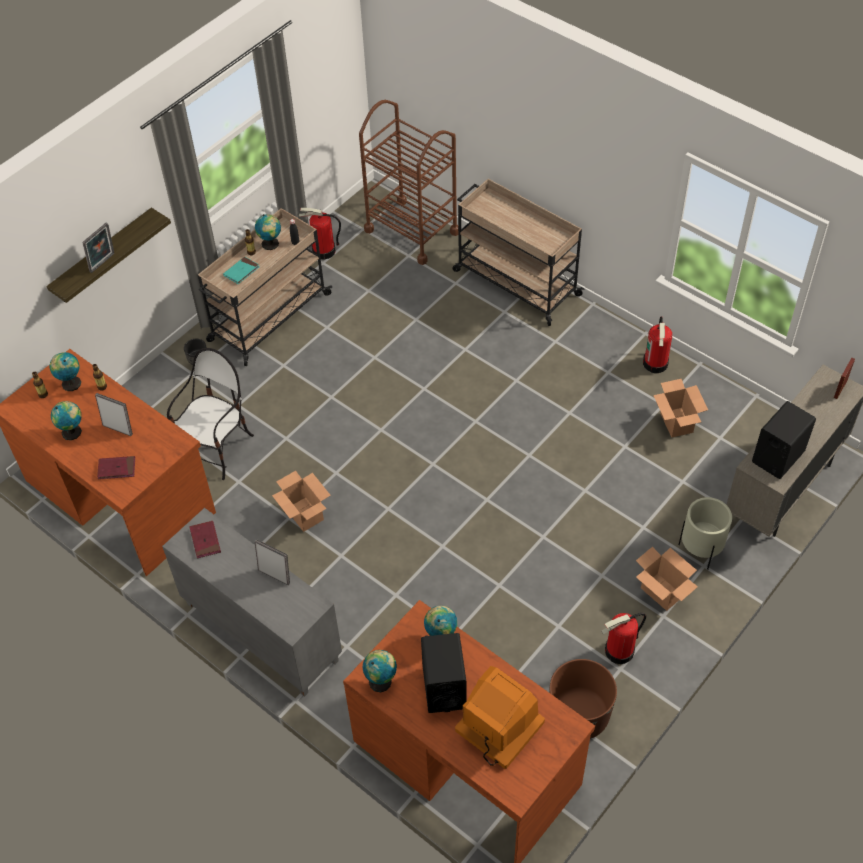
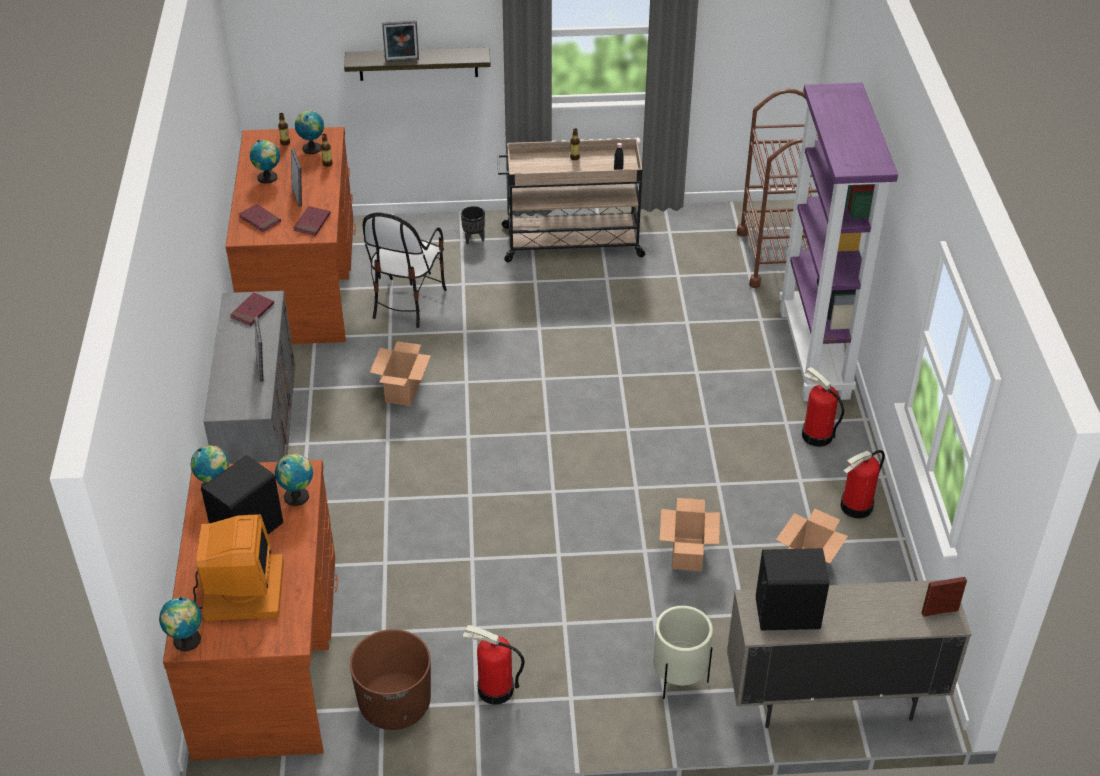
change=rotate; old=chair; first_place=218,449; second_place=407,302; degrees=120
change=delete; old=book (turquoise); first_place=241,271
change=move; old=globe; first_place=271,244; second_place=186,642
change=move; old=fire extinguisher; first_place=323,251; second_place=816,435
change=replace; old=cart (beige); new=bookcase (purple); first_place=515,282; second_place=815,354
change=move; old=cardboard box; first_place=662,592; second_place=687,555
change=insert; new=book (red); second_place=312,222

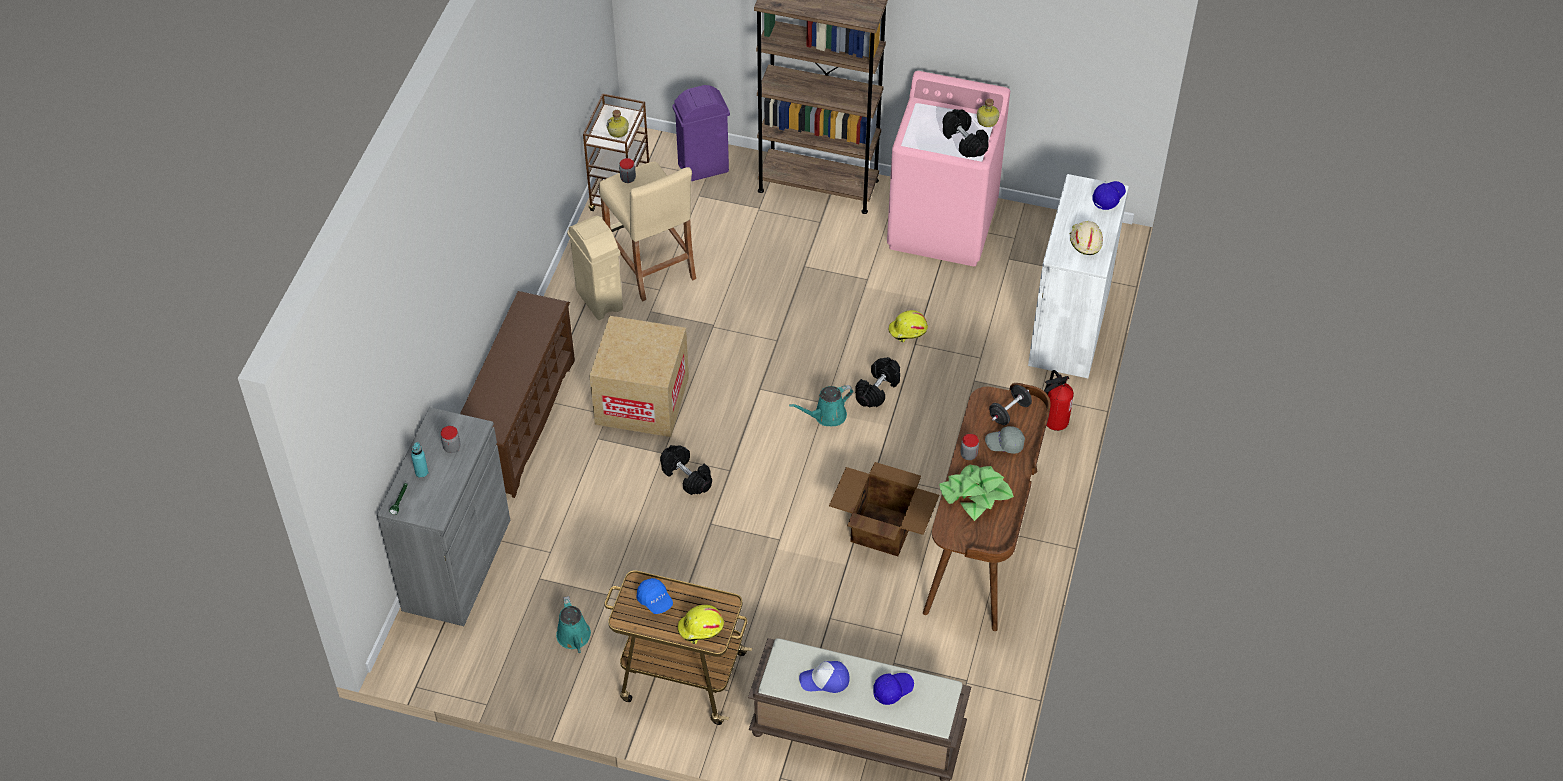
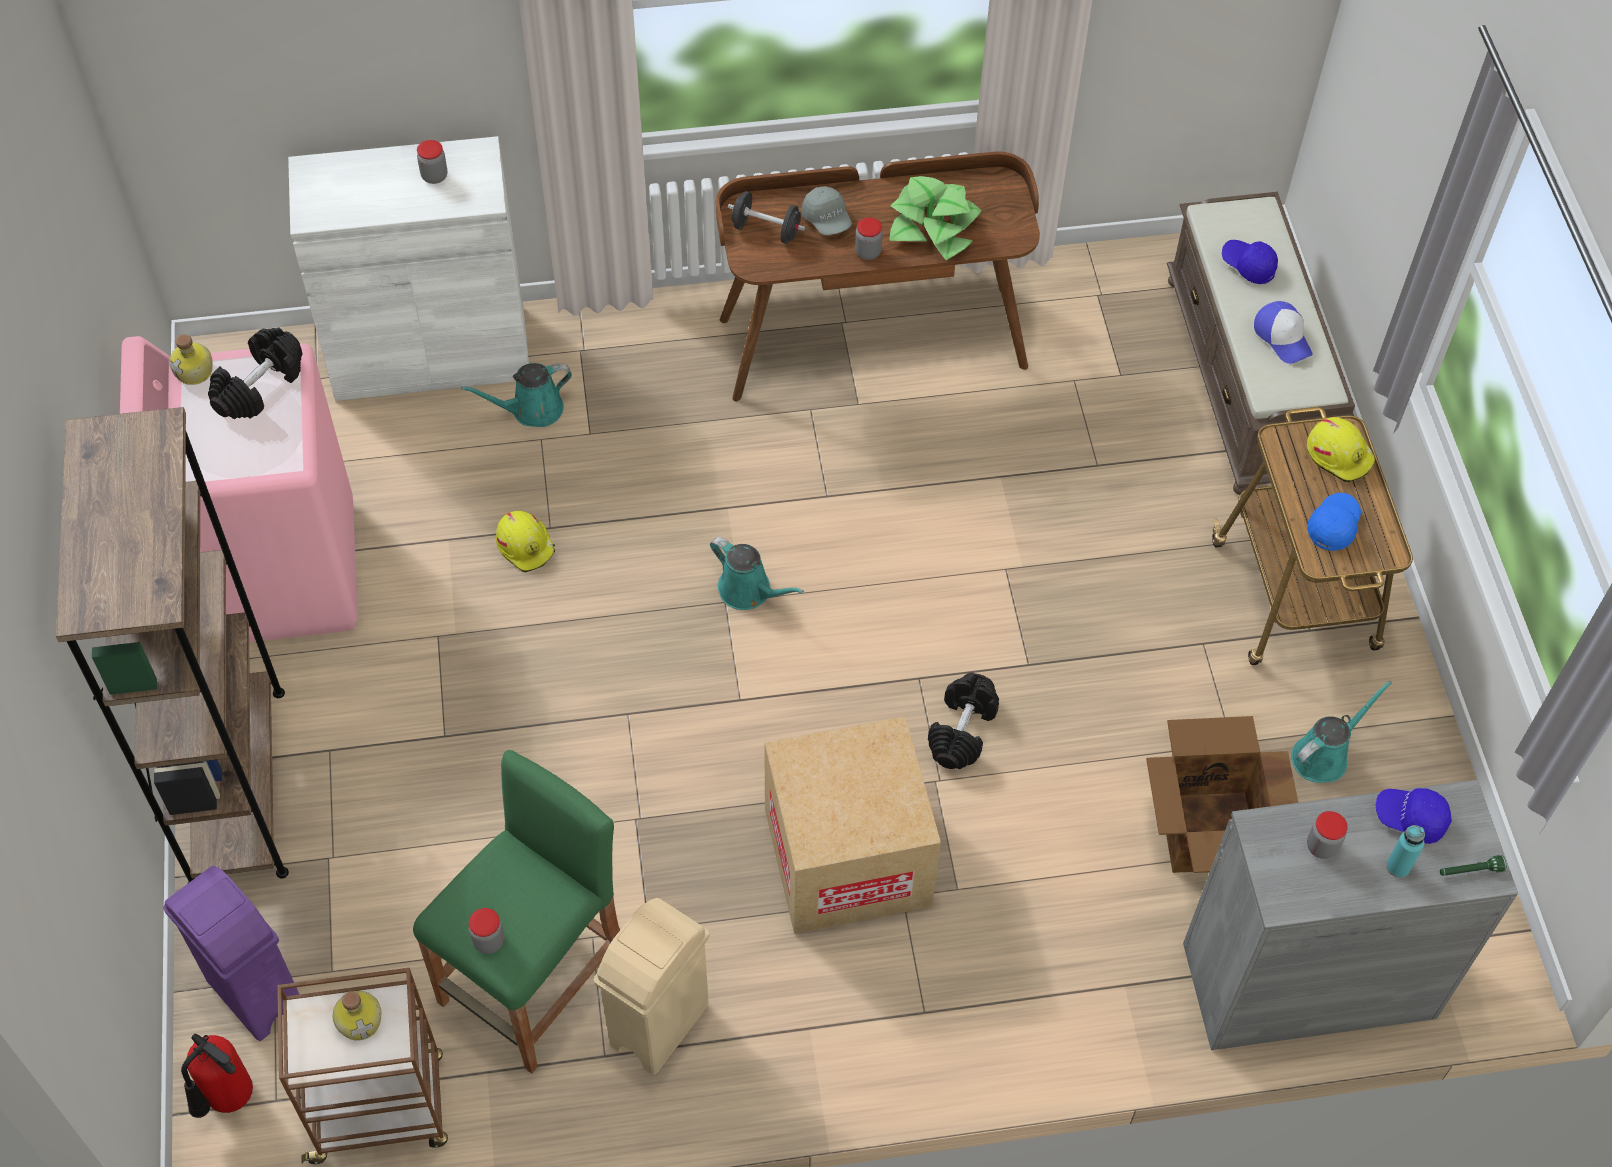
change=delete; old=shoe rack (brown); first_place=519,421
change=recolor; old=stool (beige); new=stool (green); first_place=650,264; second_place=536,979
change=move; old=cardboard box; first_place=881,528; second_place=1209,833
change=delete; old=dumbbell (black); first_place=877,390
change=move; old=fire extinguisher; first_place=1052,421; second_place=227,1101
change=replace; old=hard hat (beige); new=jar; first_place=1085,241; second_place=434,176
change=move; old=cap (blue); first_place=1108,198; second_place=1410,818
change=insert; new=watering can (turquoise); second_place=532,410

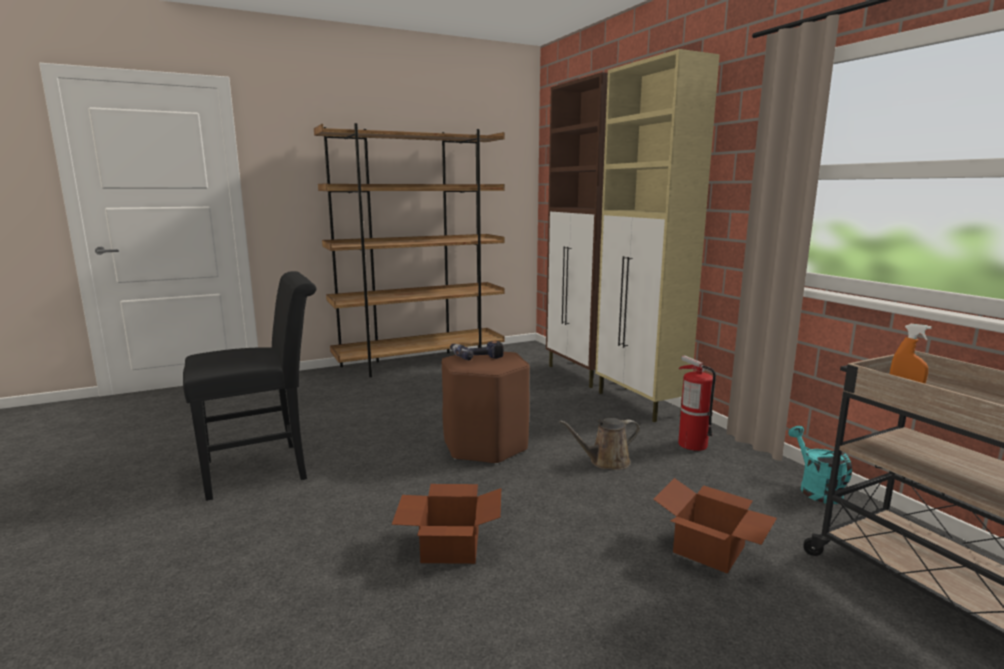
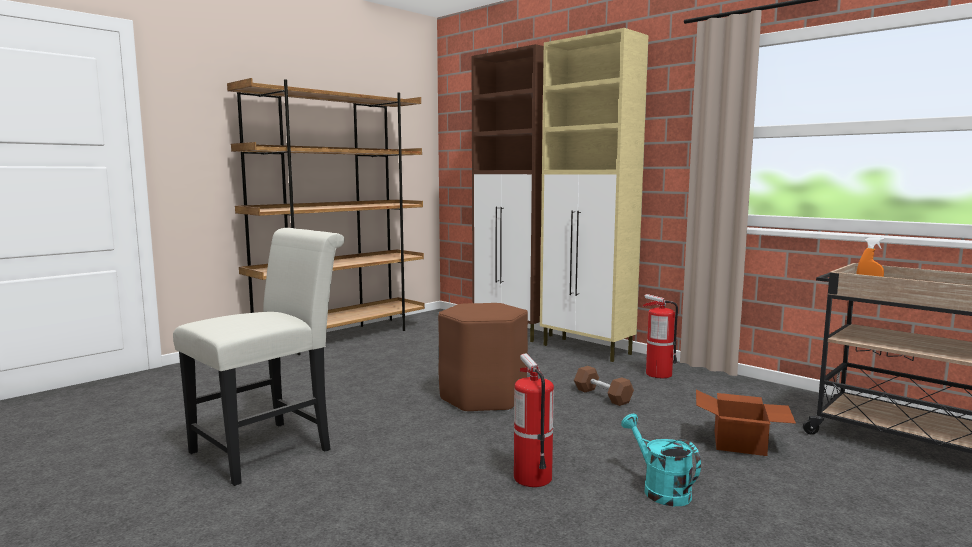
change=recolor; old=chair (black); new=chair (white); first_place=264,468; second_place=270,448
change=replace; old=cardboard box; new=fire extinguisher; first_place=448,545; second_place=532,477
change=delete; old=power drill; first_place=476,357
change=replace; old=watering can (brown); new=dumbbell (brown); first_place=606,462; second_place=602,396
change=move; old=watering can (turquoise); first_place=815,489; second_place=660,489

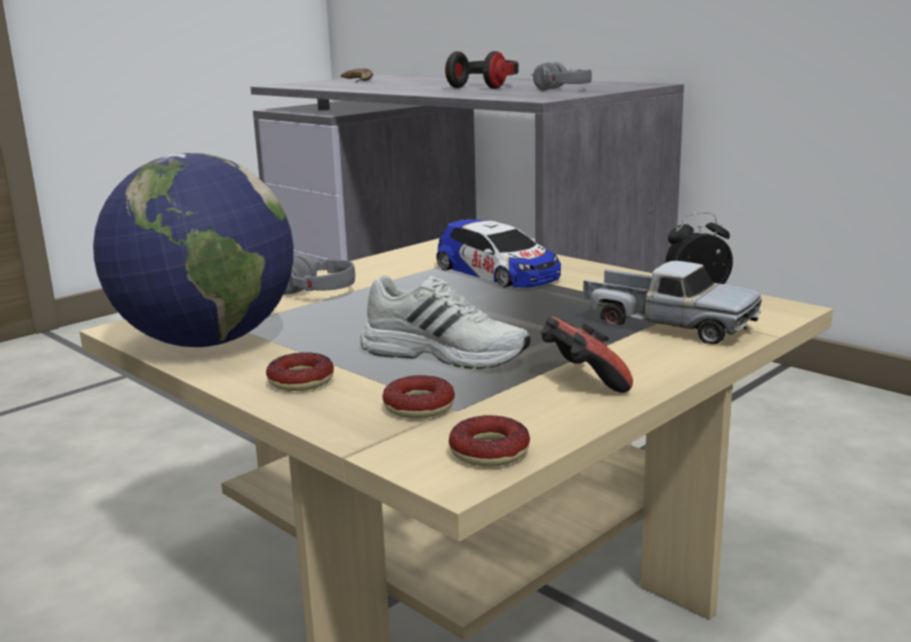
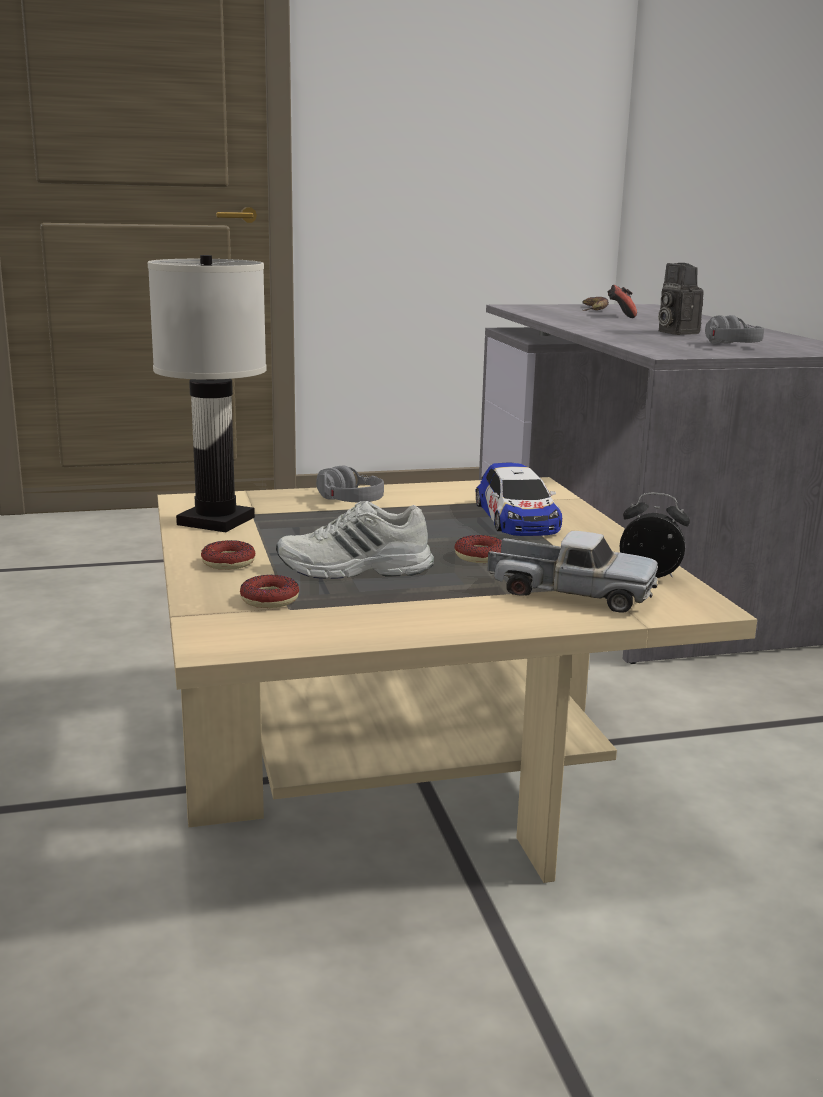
change=replace; old=globe; new=table lamp (white); first_place=206,341; second_place=217,521
change=rotate; old=shoe (white); first_place=446,353; second_place=355,569; degrees=120
change=replace; old=headphones; new=photo camera; first_place=485,87; second_place=675,332
change=move; old=donut; first_place=489,451; second_place=480,556
change=move; old=game controller; first_place=582,381; second_place=620,315
change=rotate; old=toy truck; first_place=667,324; second_place=570,592; degrees=-45

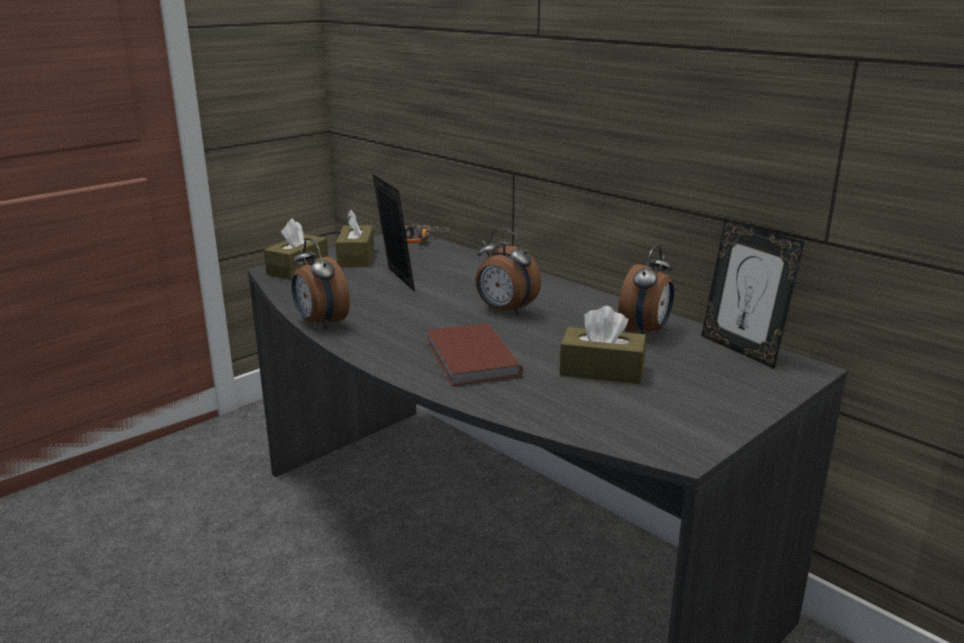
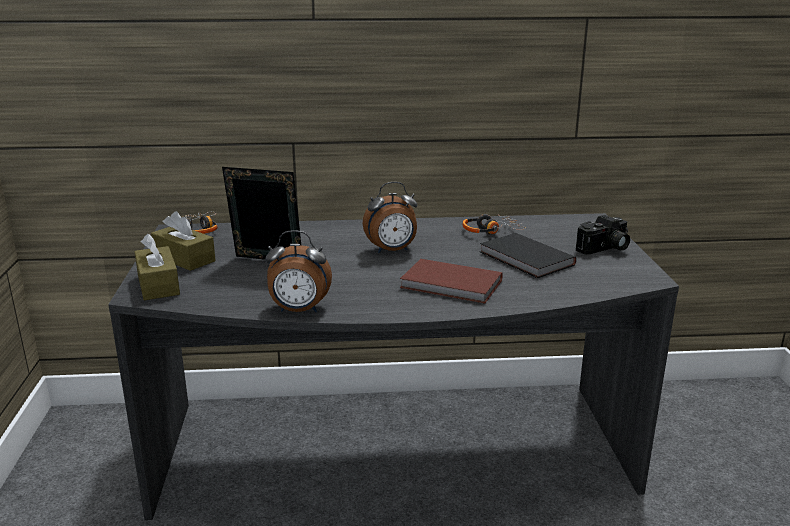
change=replace; old=tissue box (brown); new=book (black); first_place=601,370; second_place=525,259
change=replace; old=alarm clock; new=headphones; first_place=645,332; second_place=491,231
change=delete; old=picture frame; first_place=741,349
change=insert; new=photo camera; second_place=605,249

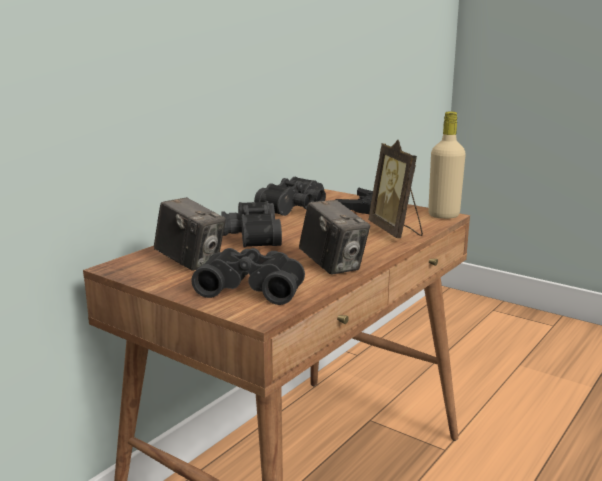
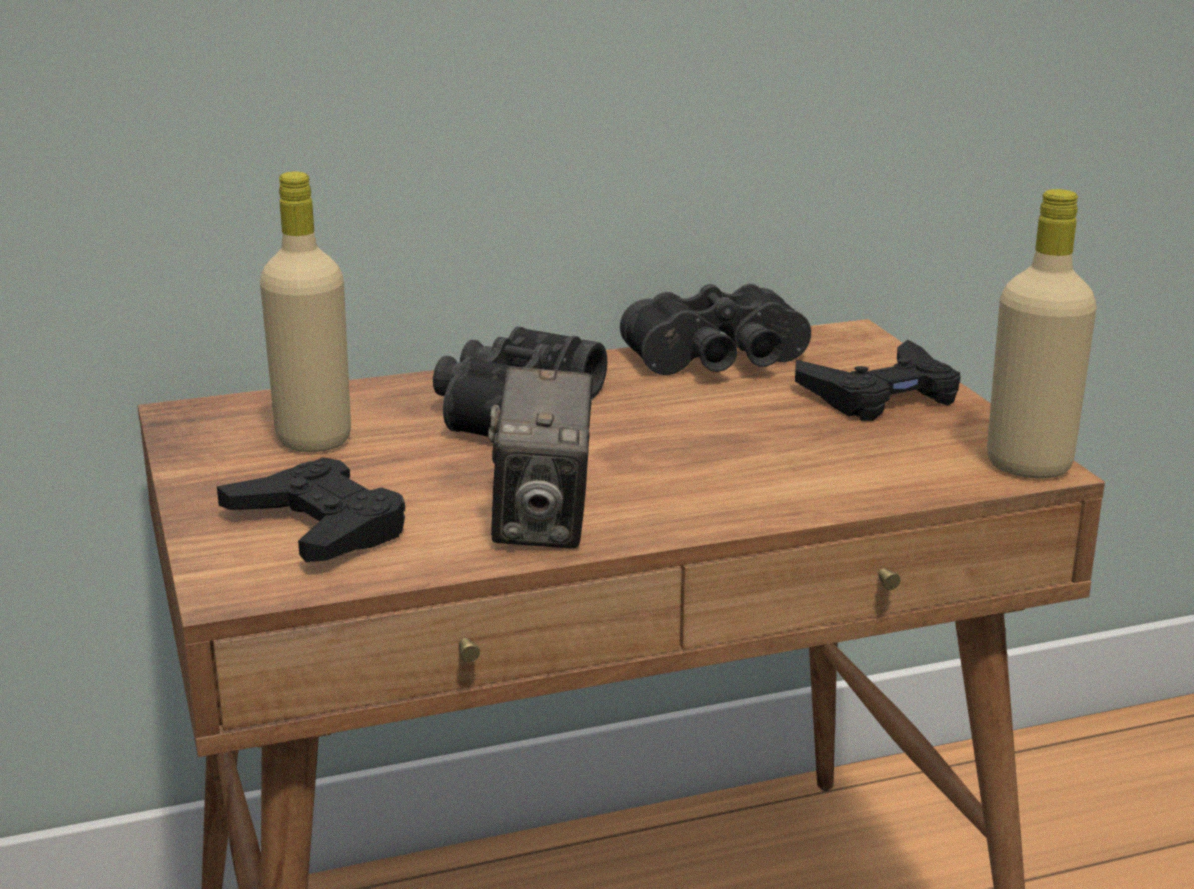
change=replace; old=photo camera; new=bottle (beige); first_place=191,262; second_place=314,439
change=replace; old=binoculars (black); new=game controller (black); first_place=252,288; second_place=319,527
change=delete; old=picture frame; first_place=396,231

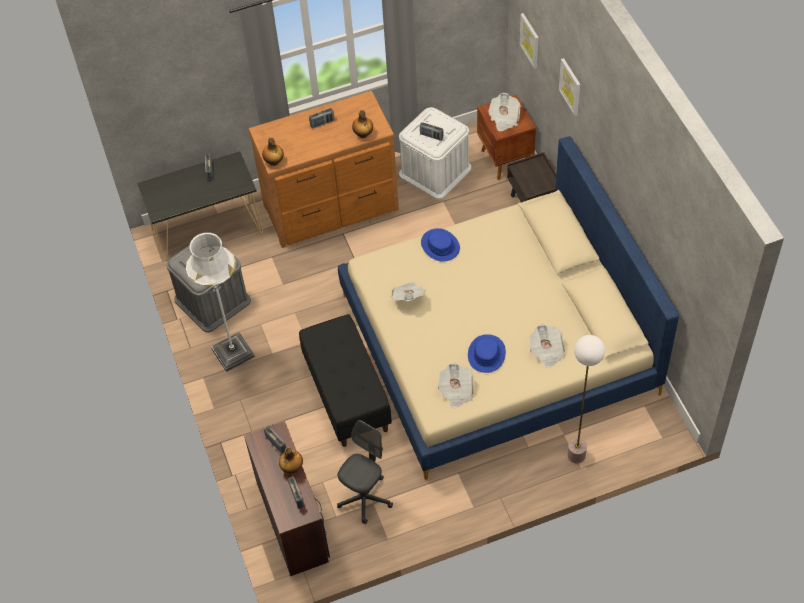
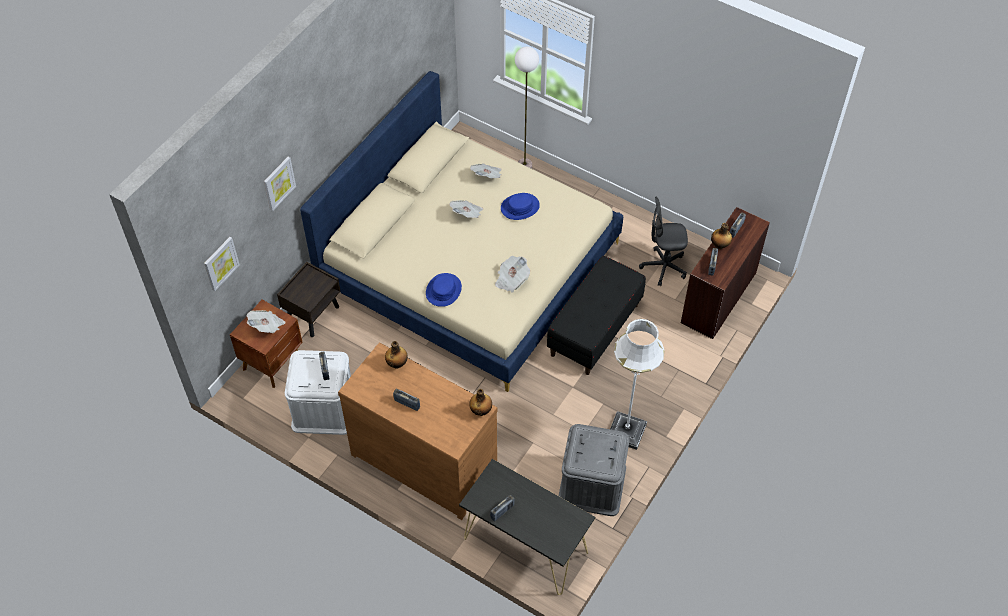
change=move; old=newspaper; first_place=456,391; second_place=467,214

